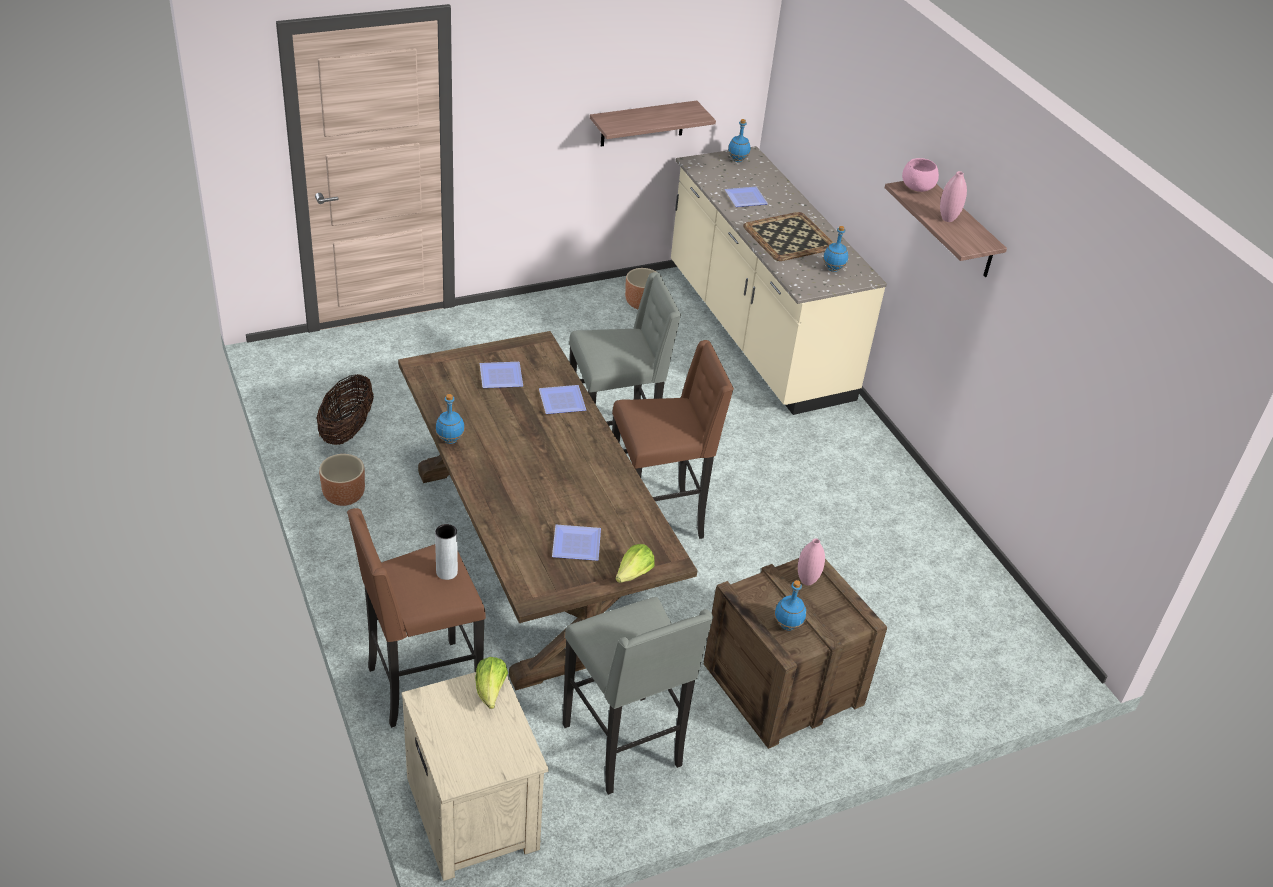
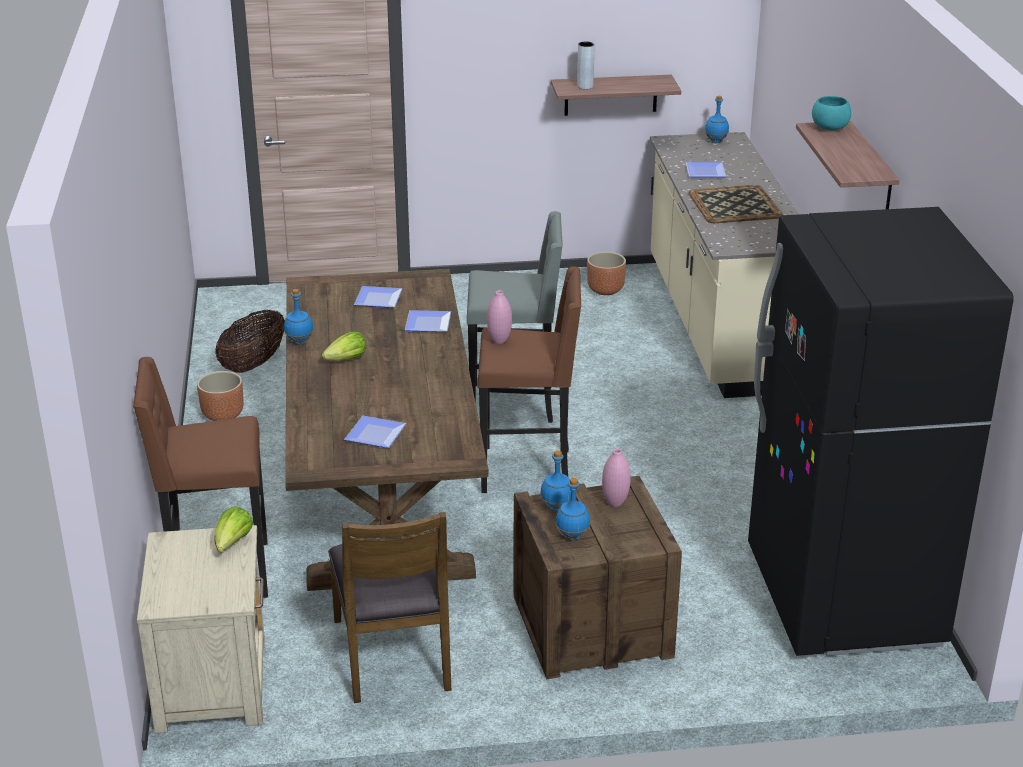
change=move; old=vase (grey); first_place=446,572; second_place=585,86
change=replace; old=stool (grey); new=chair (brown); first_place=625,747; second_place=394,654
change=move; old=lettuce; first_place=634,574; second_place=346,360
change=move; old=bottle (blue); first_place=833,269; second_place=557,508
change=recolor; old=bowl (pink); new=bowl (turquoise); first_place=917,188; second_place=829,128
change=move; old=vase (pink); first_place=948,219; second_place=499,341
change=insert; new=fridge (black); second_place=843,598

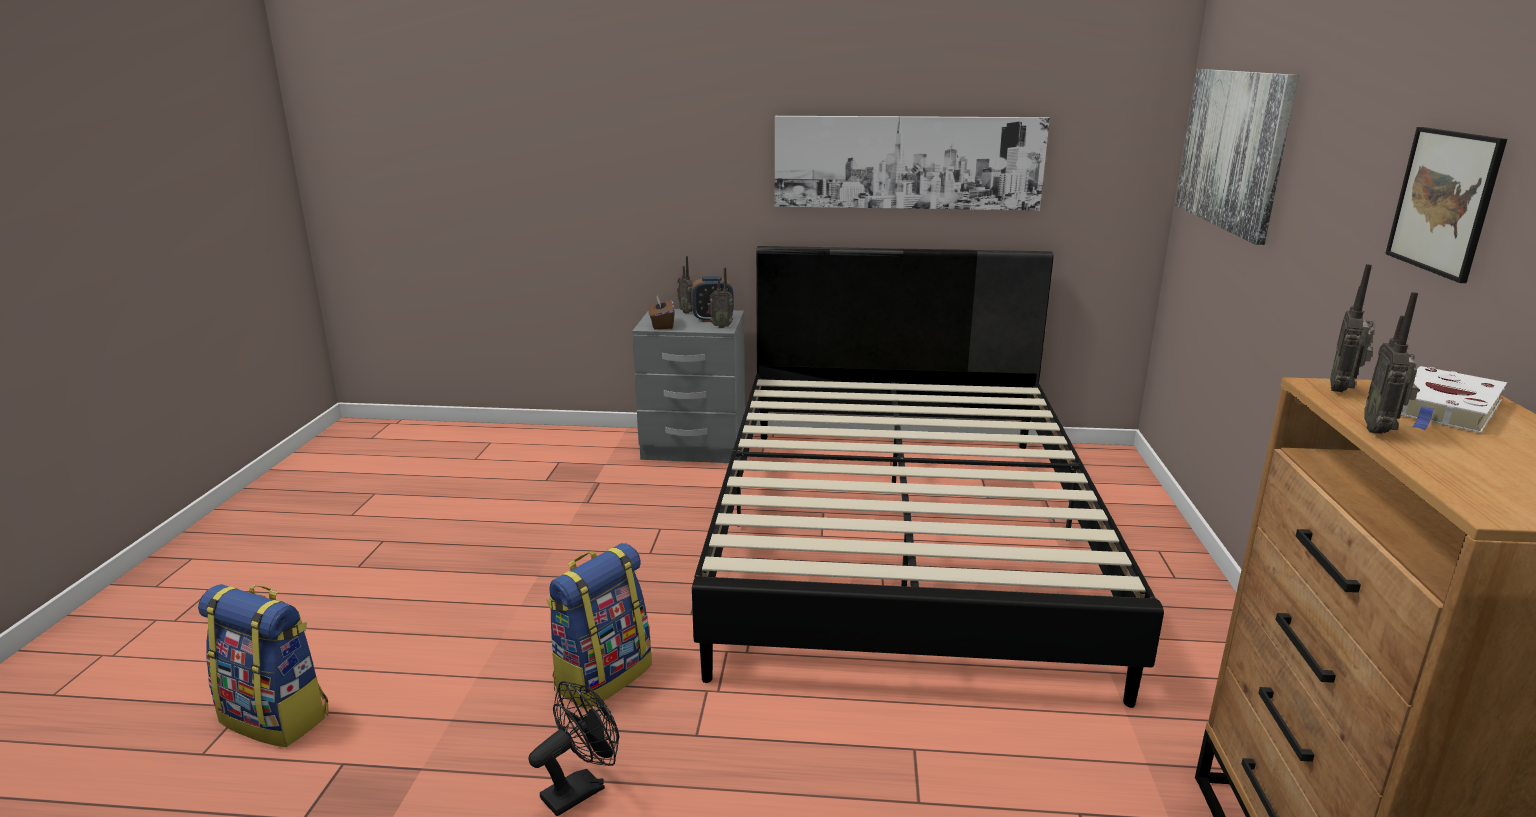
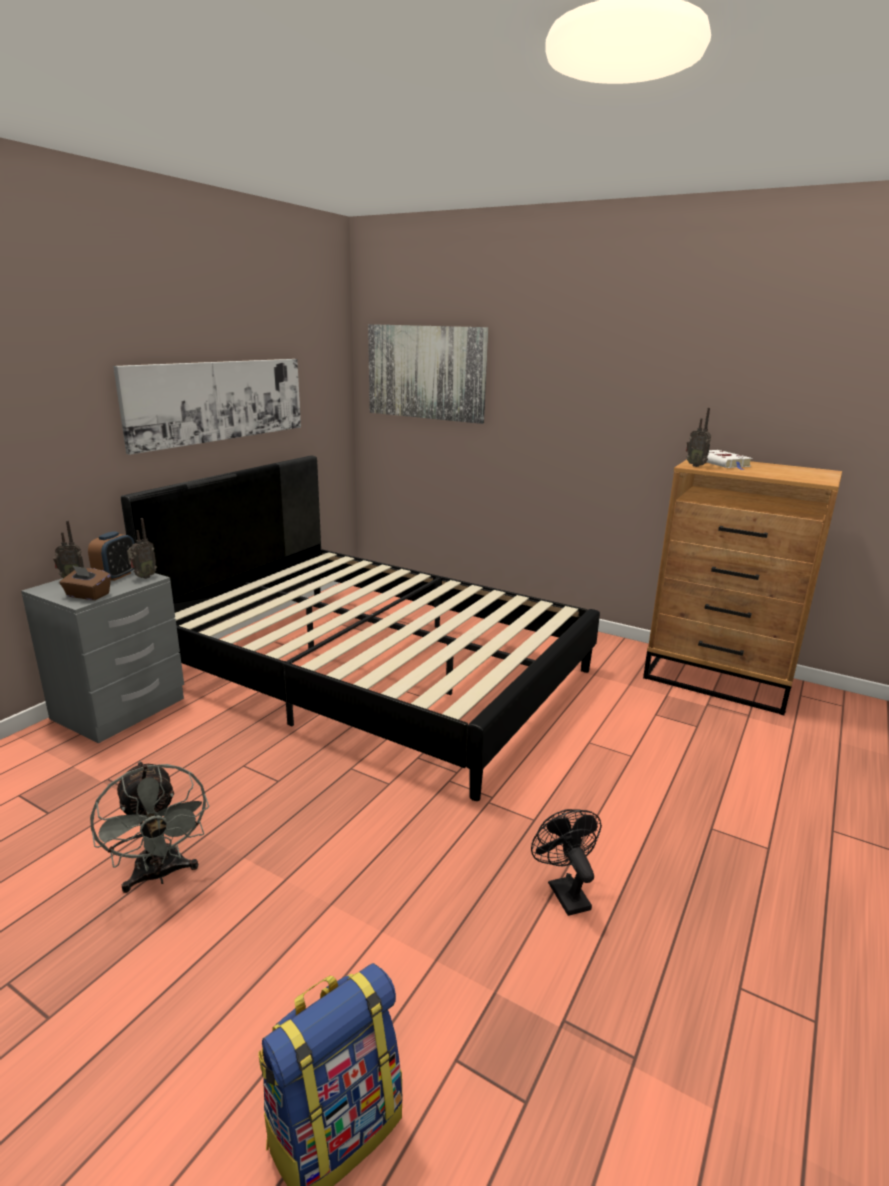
change=delete; old=backpack; first_place=602,676
change=delete; old=radio; first_place=1381,431
change=delete; old=picture; first_place=1444,201
change=insert; new=fan (grey); second_place=160,875

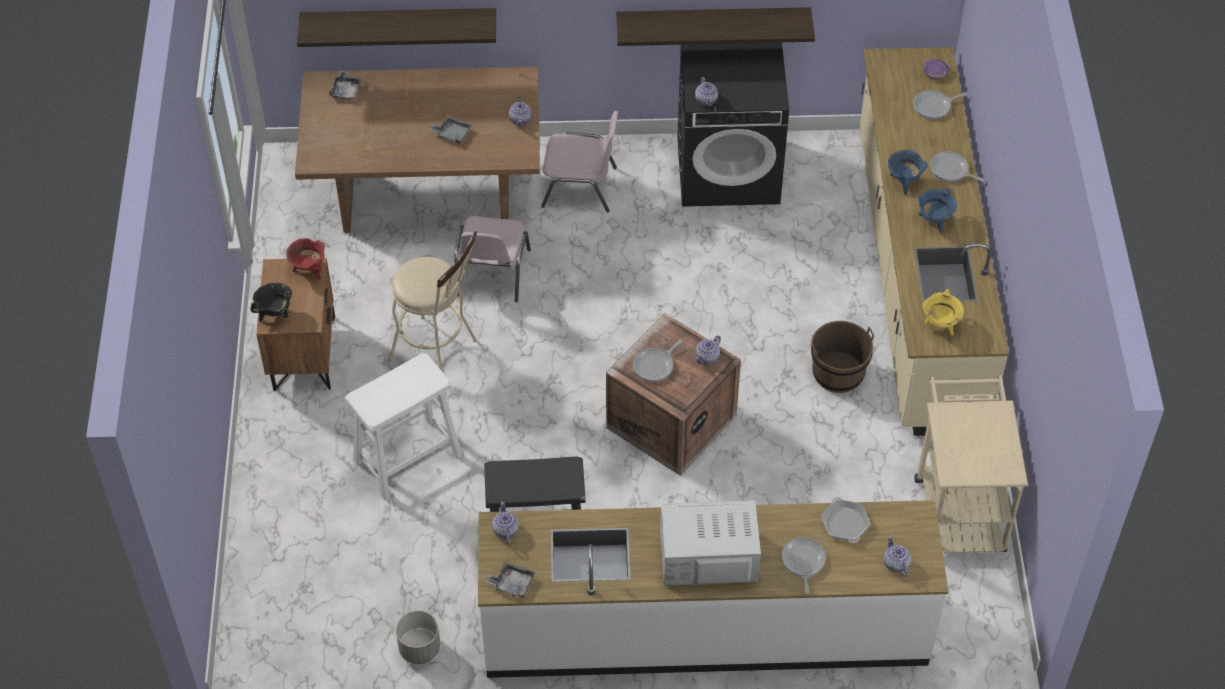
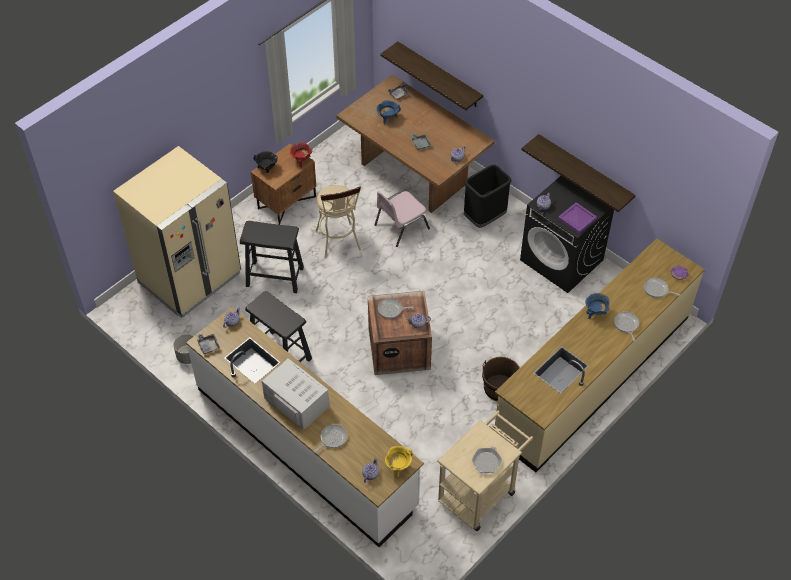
change=recolor; old=stool (white); new=stool (black); first_place=408,458; second_place=275,277
change=replace; old=chair (pink); new=trash can (black); first_place=580,187; second_place=484,218
change=move; old=frying pan; first_place=845,523; second_place=486,462
change=move; old=cooking pot (blue); first_place=934,221; second_place=387,118
change=move; old=cooking pot (yellow); first_place=940,325; second_place=398,467
change=insert; new=fridge (beige); second_place=190,278
change=insert; new=tray (purple); second_place=576,219

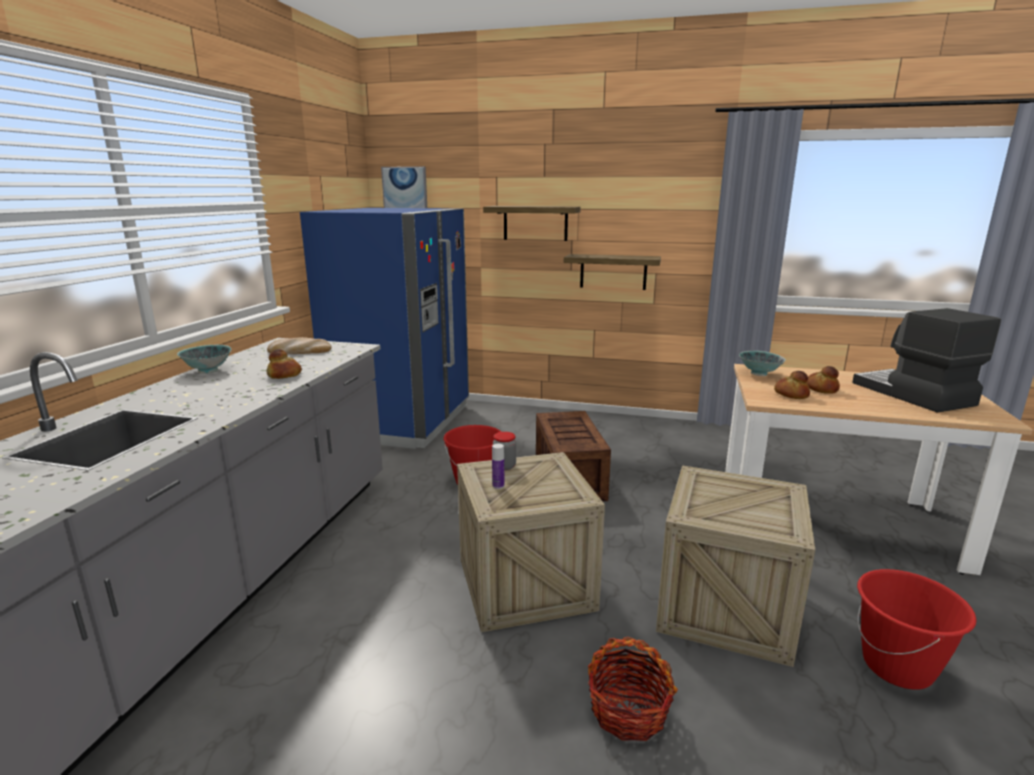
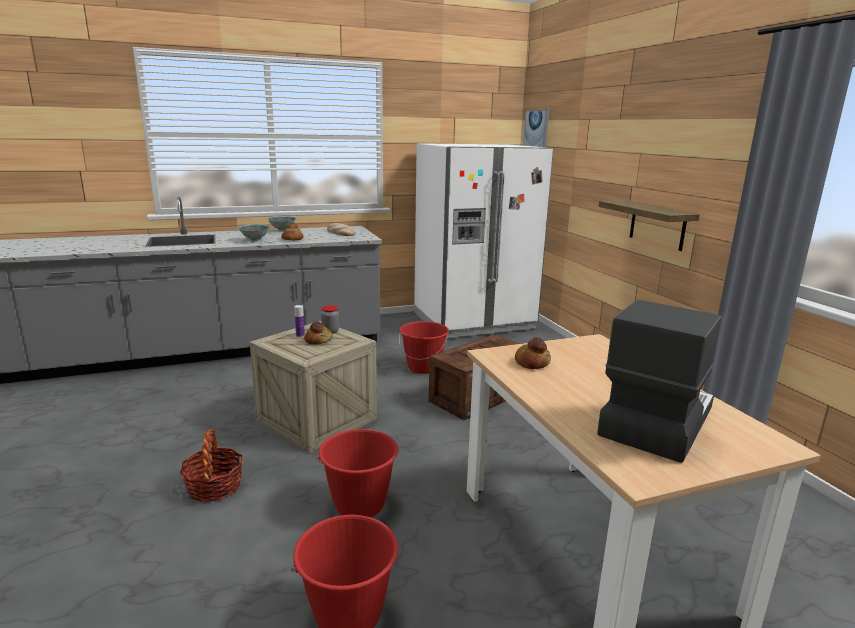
change=recolor; old=fridge (blue); new=fridge (white); first_place=402,421; second_place=473,321
change=delete; old=shelf; first_place=535,223
change=replace; old=crate; new=bucket (red); first_place=725,607; second_place=359,505
change=move; old=bowl; first_place=759,374; second_place=255,240
change=move; old=bread; first_place=821,389; second_place=318,340

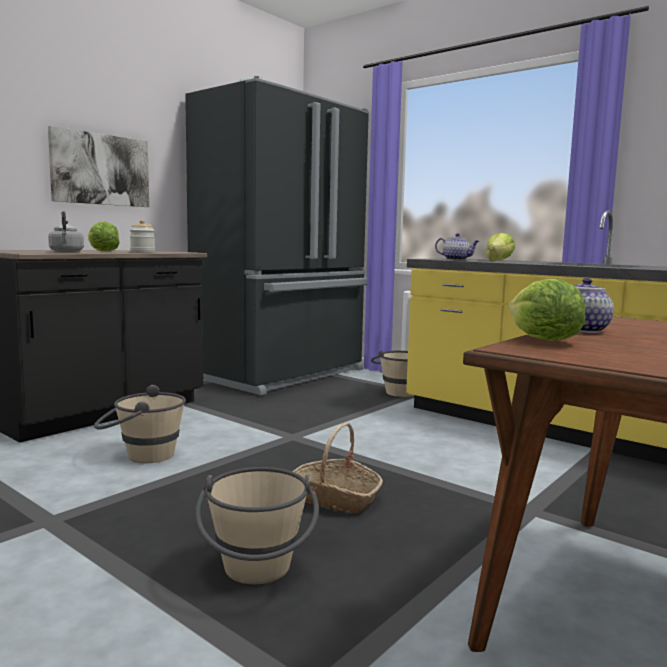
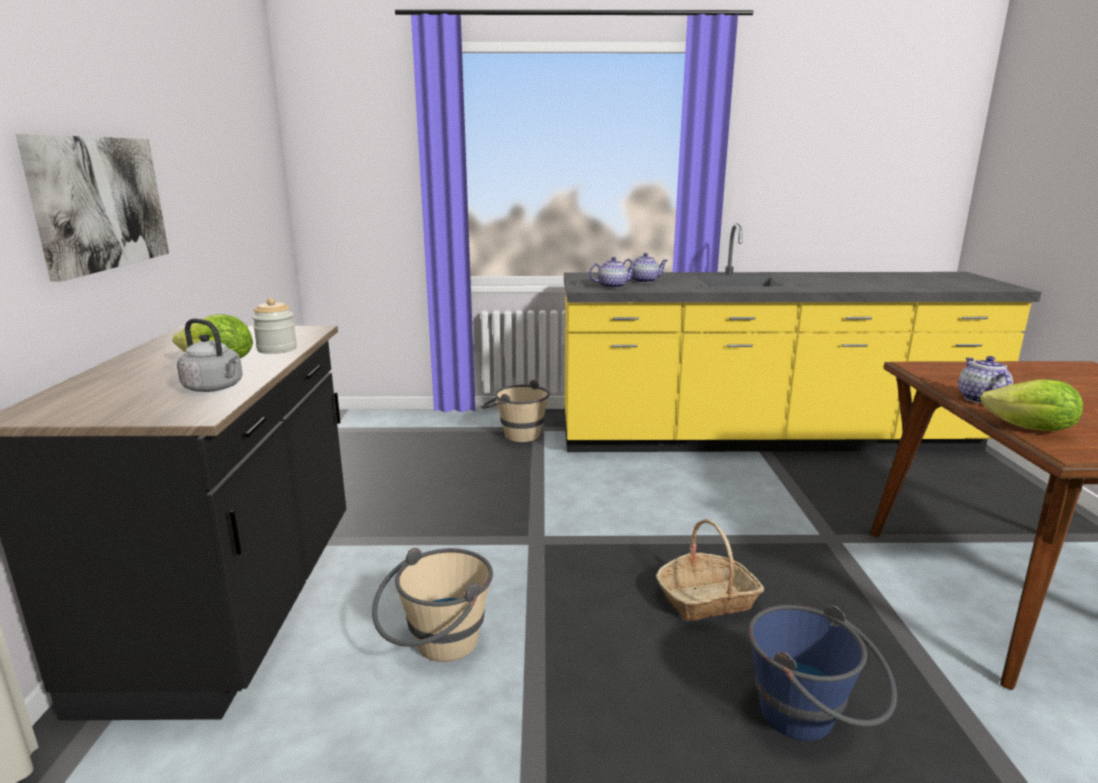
change=delete; old=fridge (black); first_place=283,374
change=recolor; old=bucket (beige); new=bucket (blue); first_place=257,574; second_place=811,721
change=replace; old=lettuce; new=teapot; first_place=498,260; second_place=644,281

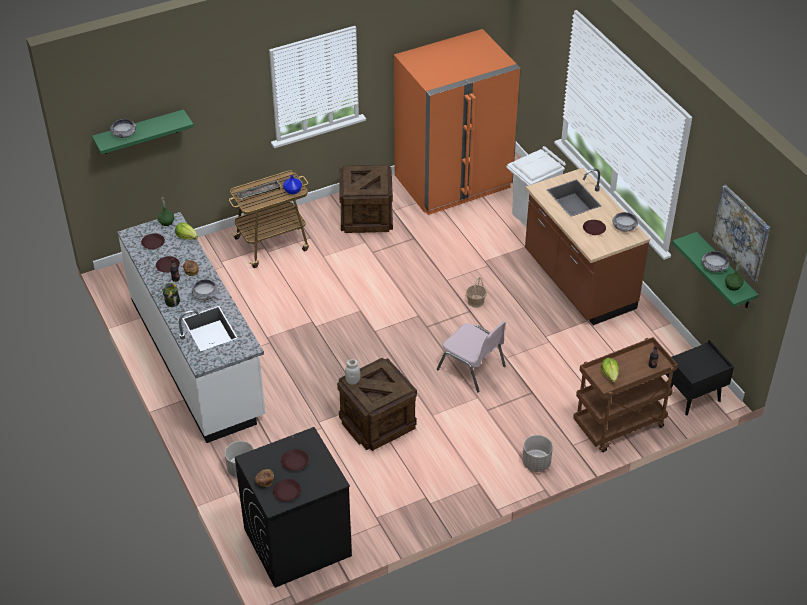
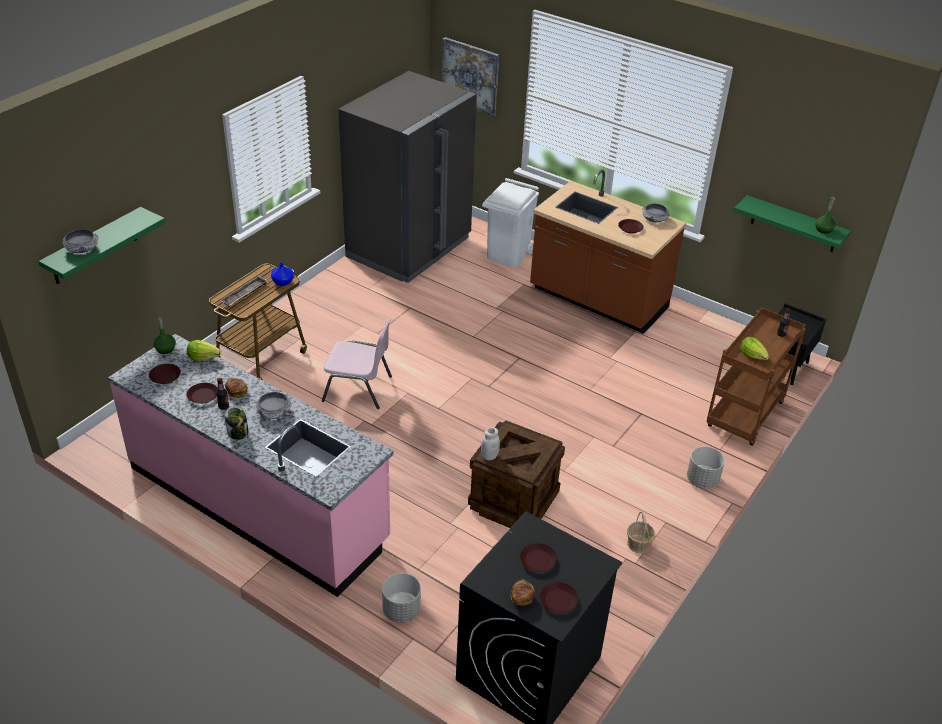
change=recolor; old=counter (white); new=counter (pink); first_place=197,357; second_place=258,503
change=delete; old=crate; first_place=366,216
change=recolor; old=fridge (orange); new=fridge (grey); first_place=453,182; second_place=409,247
change=move; old=chair (pink); first_place=472,368; second_place=358,388
change=move; old=basket; first_place=475,301; second_place=638,544
change=delete; old=bowl; first_place=714,266
change=move; old=picture; first_place=741,232; second_place=470,76

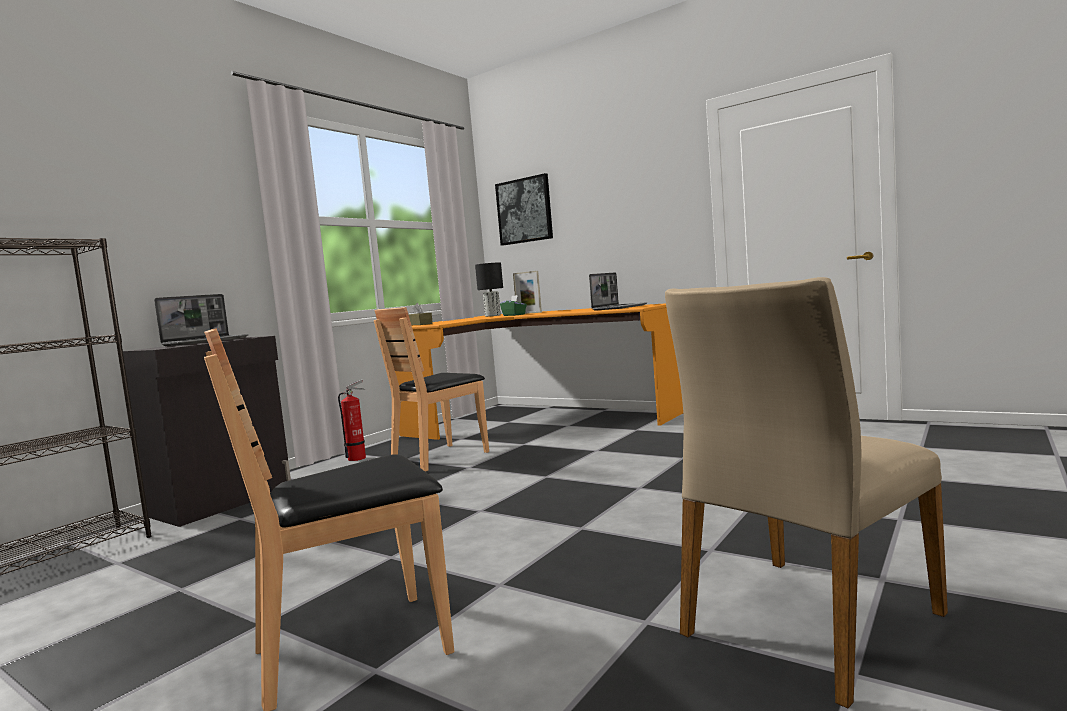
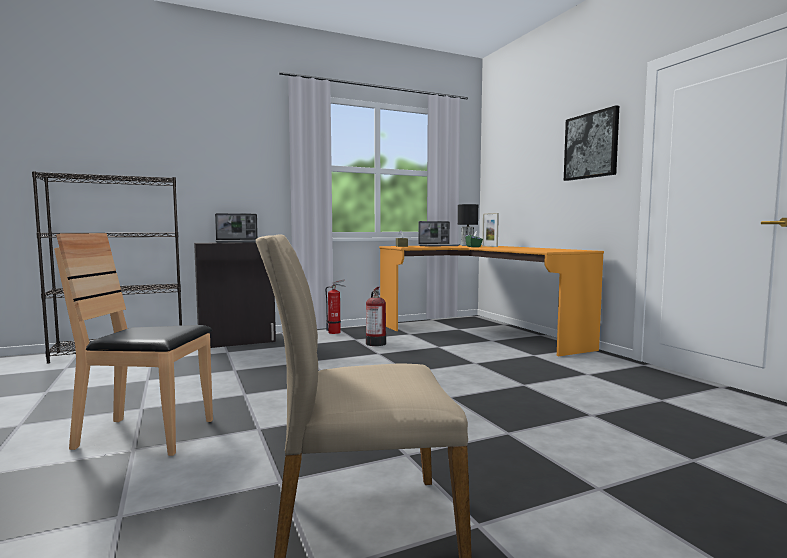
change=replace; old=chair (brown); new=fire extinguisher; first_place=440,457; second_place=375,343
change=move; old=picture; first_place=524,210; second_place=591,145
change=move; old=laptop; first_place=619,308; second_place=439,246

